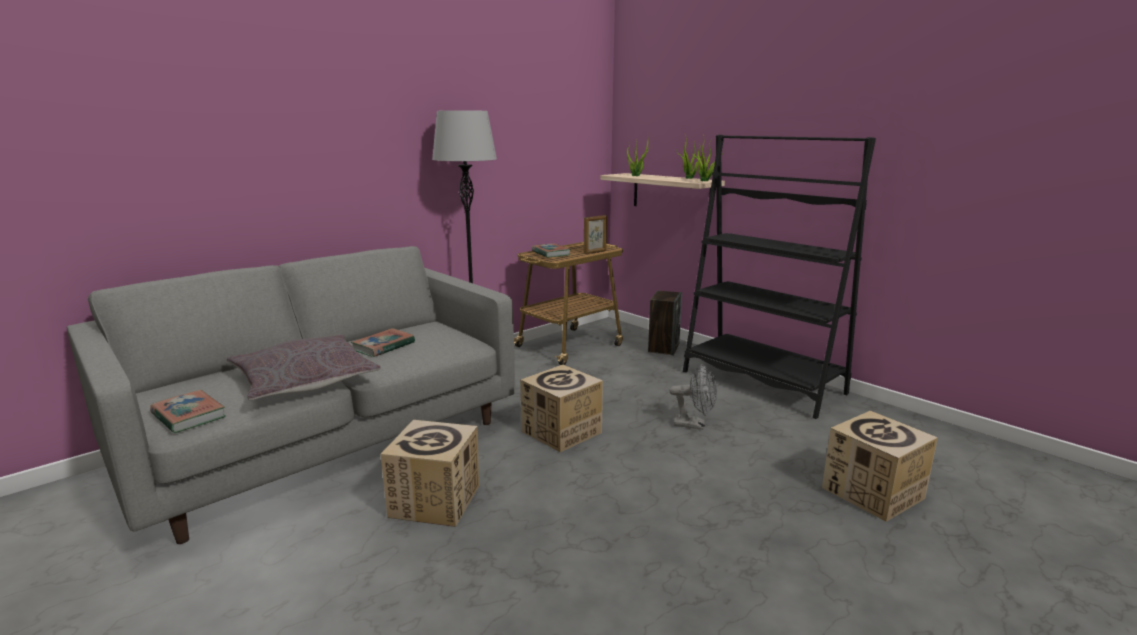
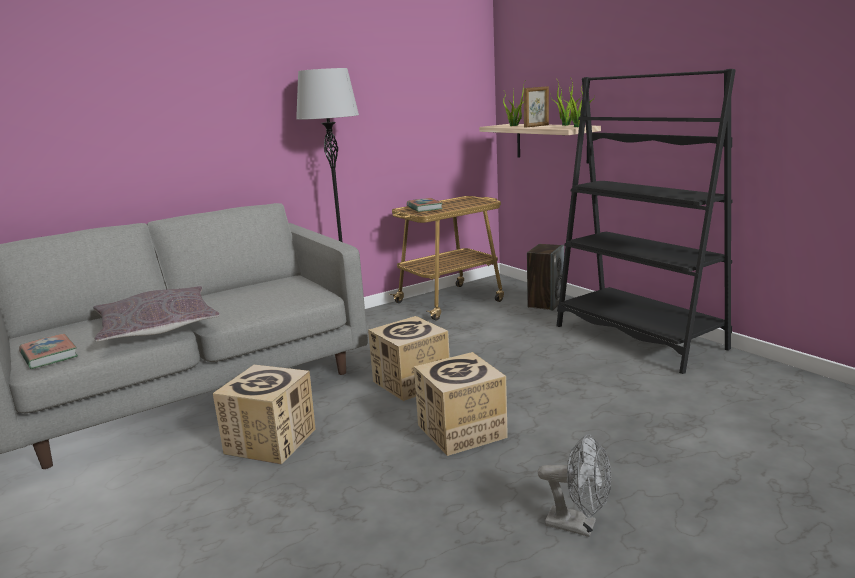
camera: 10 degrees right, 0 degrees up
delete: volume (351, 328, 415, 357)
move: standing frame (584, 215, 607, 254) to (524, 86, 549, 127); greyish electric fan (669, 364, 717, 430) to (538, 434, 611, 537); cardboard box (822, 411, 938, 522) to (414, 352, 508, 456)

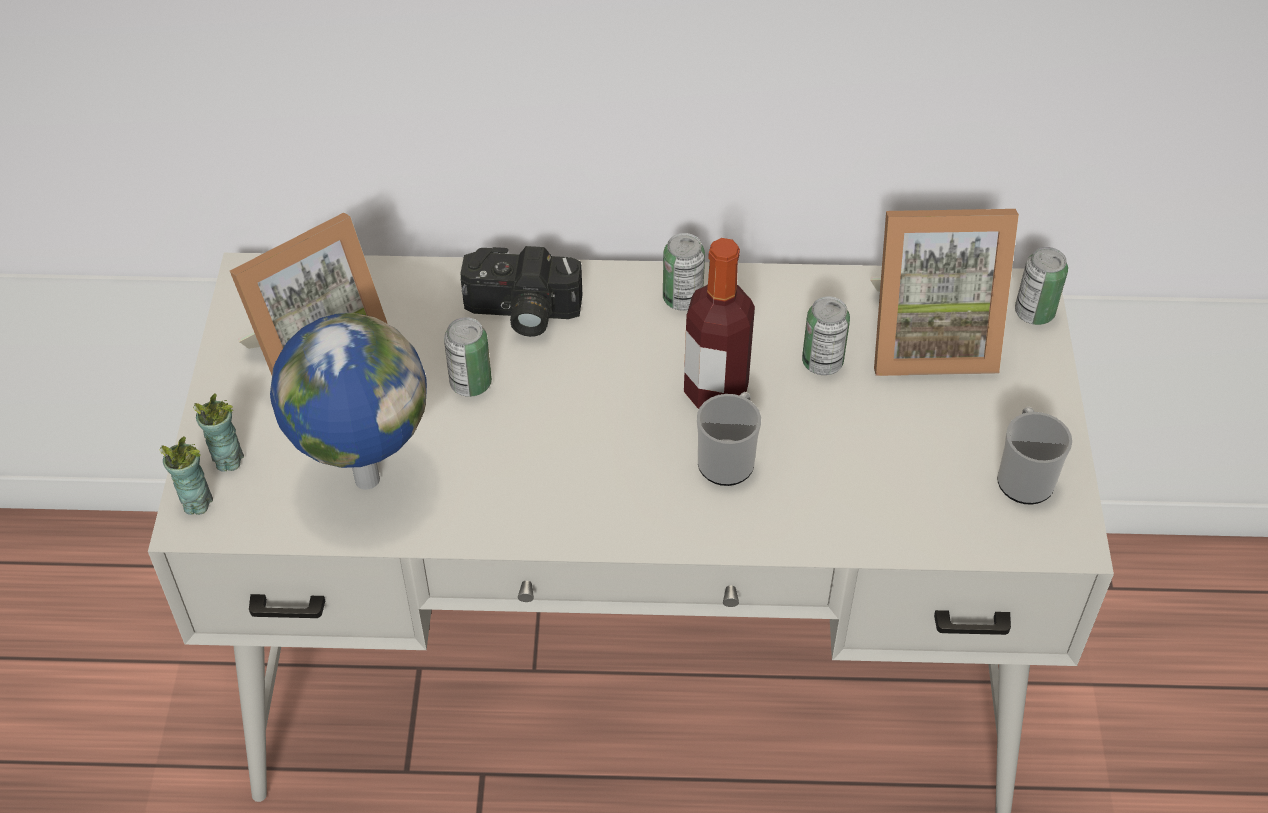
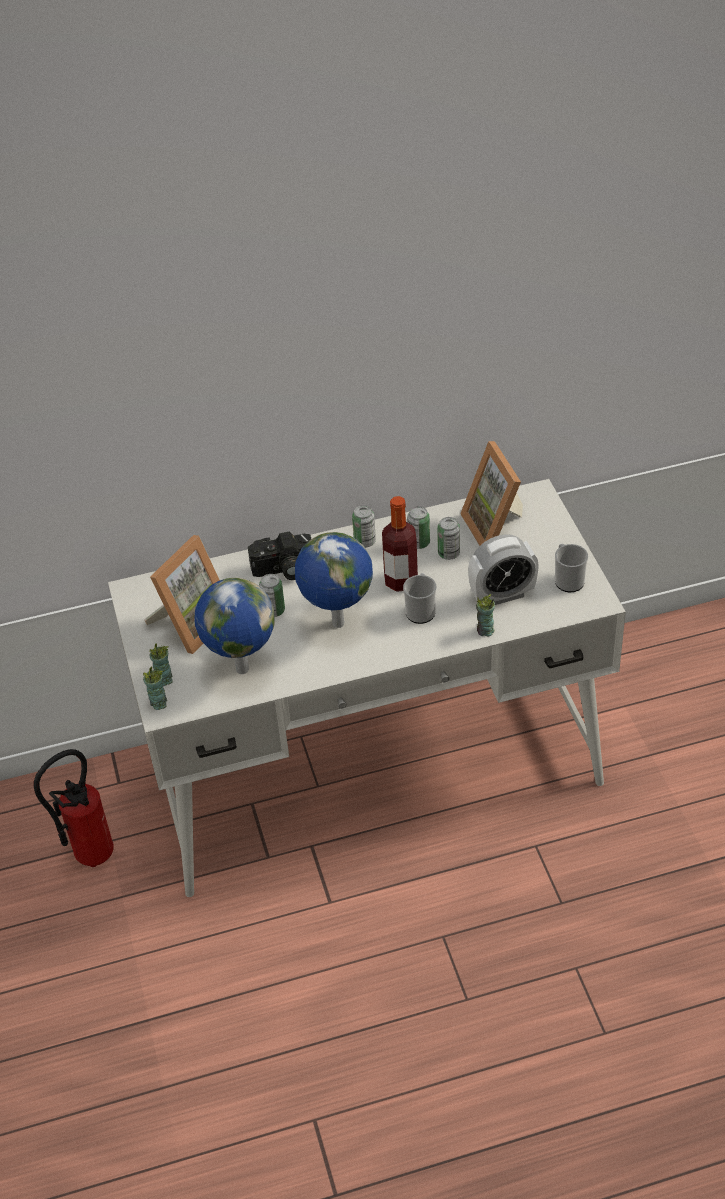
camera: 15 degrees left, 5 degrees down
insert: fire-fighting cylinder (34, 749, 114, 867); globe (295, 532, 373, 628); table clock (468, 534, 539, 605); small cup (476, 594, 495, 637)
move: sealed can (1015, 247, 1068, 325) to (407, 506, 430, 549)
rotate: standing frame (870, 209, 1019, 376) = (460, 441, 523, 546) 90 degrees clockwise

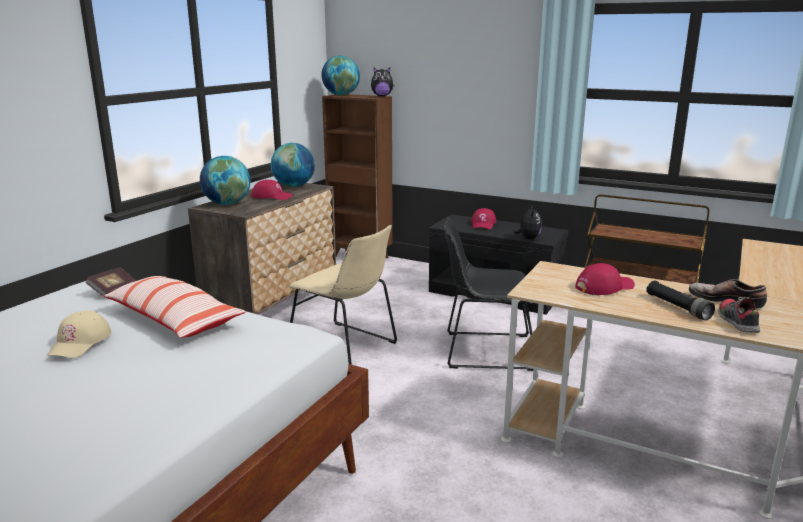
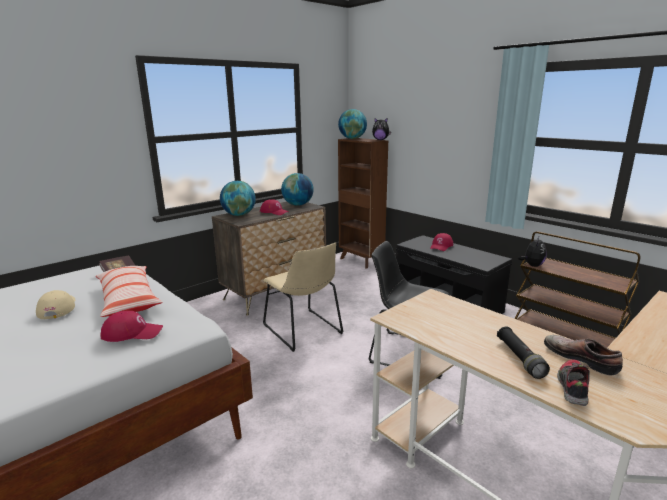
camera: 20 degrees right, 0 degrees up
move: cuddly toy (513, 207, 542, 239) to (517, 237, 547, 267); reddish baseball cap (575, 263, 635, 295) to (100, 311, 163, 342)
rotate: beige-coloured baseball cap (46, 311, 111, 358) = (36, 290, 75, 319) 135 degrees clockwise

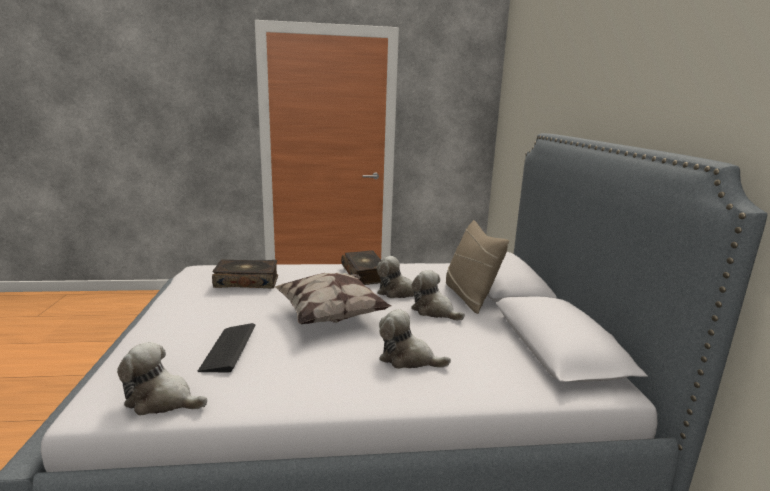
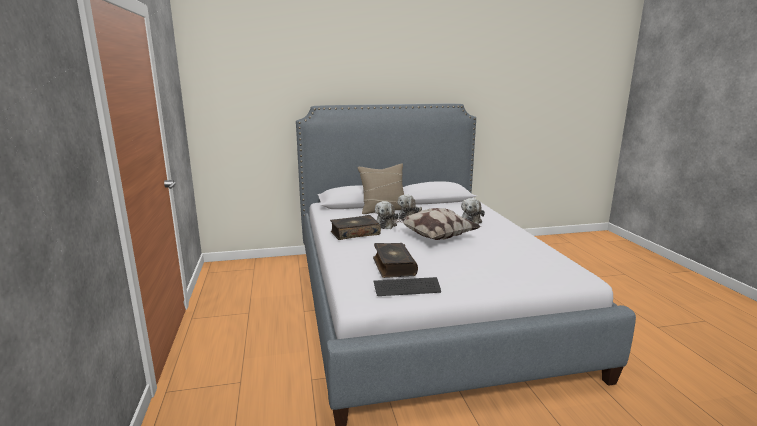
camera: 95 degrees left, 0 degrees up
delete: cuddly toy (117, 342, 207, 415)
move: computer keyboard (198, 323, 256, 373) to (373, 277, 441, 296)

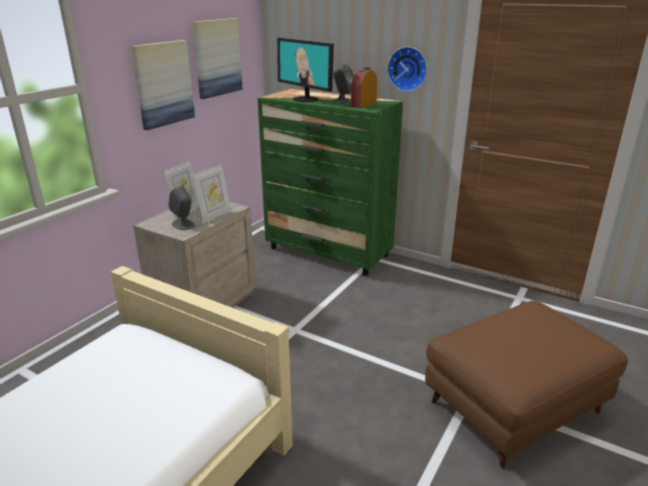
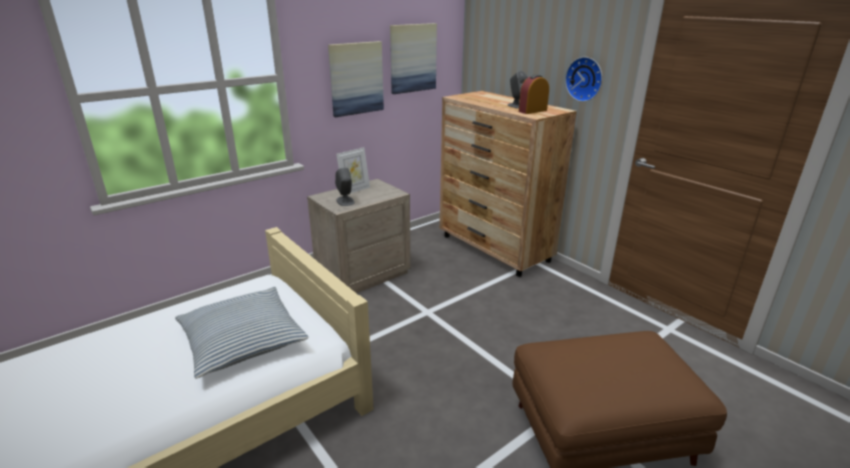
camera: 20 degrees right, 0 degrees up
delete: standing frame (192, 165, 231, 223); monitor (277, 38, 334, 102)
insert: throw pillow (175, 287, 308, 378)
recolor: green drawer chest (258, 89, 403, 276) to brownish drawer chest (440, 91, 577, 277)

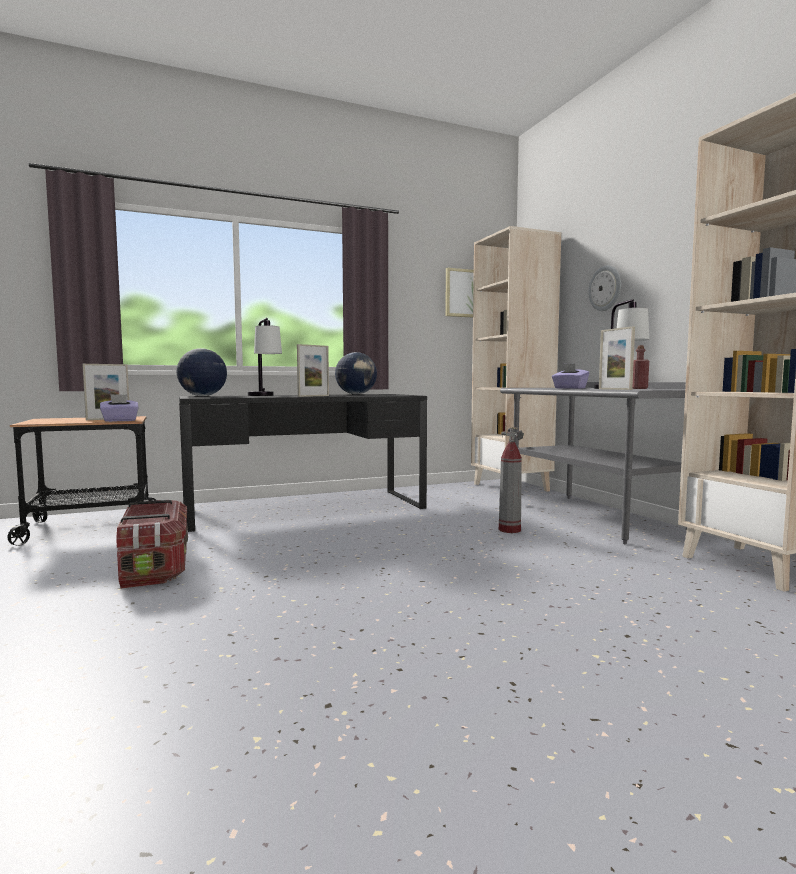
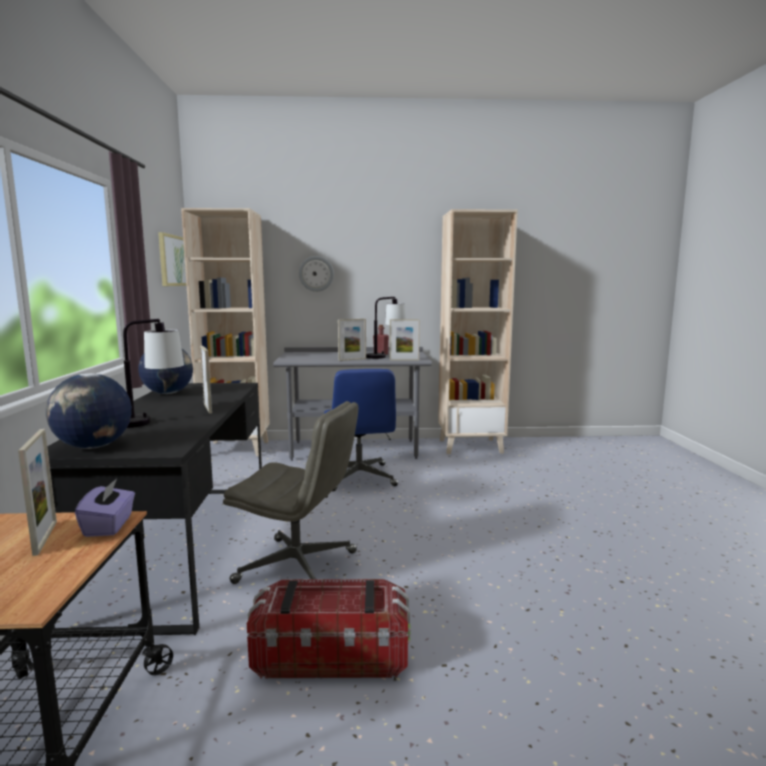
camera: 70 degrees left, 5 degrees up
insert: greyish office chair (223, 401, 358, 584)
replace: fire-fighting cylinder (499, 427, 524, 533) to blue-coloured office chair (324, 369, 398, 491); purple-coloured box of tissues (552, 363, 590, 389) to standing frame (338, 319, 366, 361)

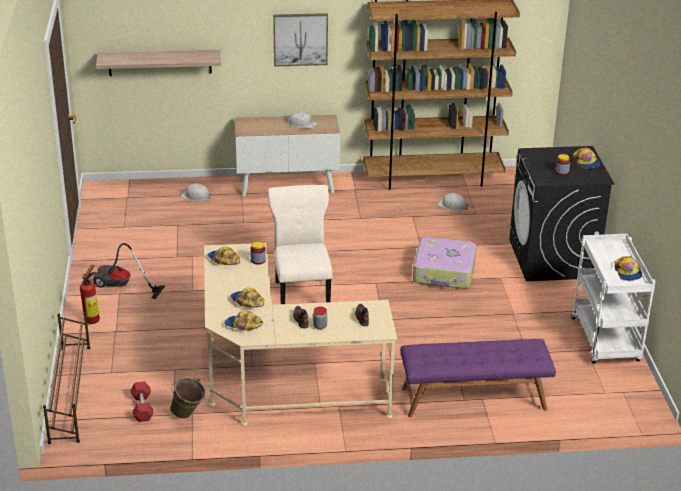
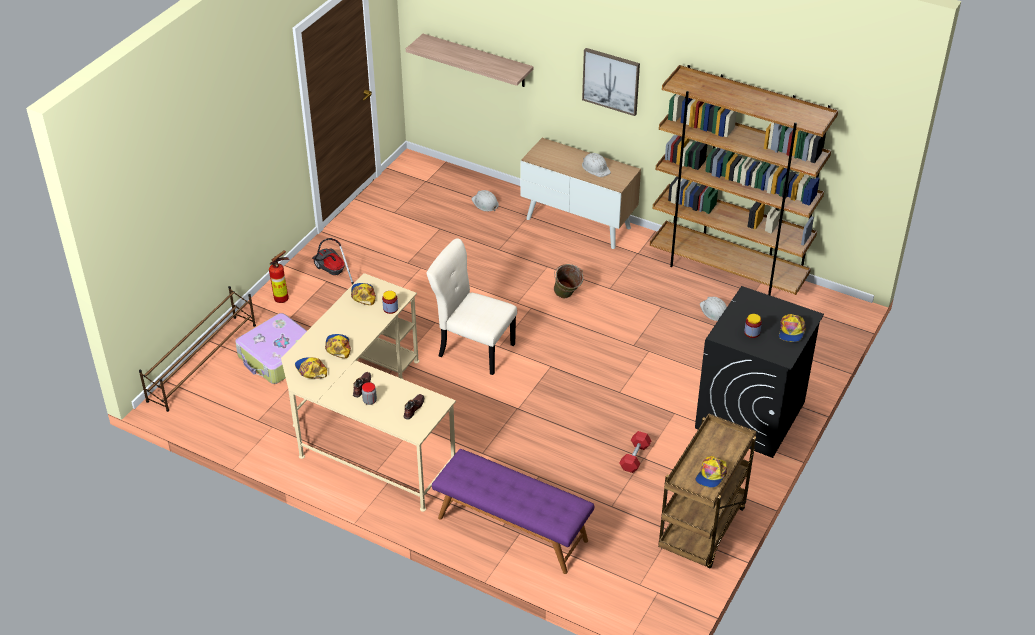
camera: 35 degrees right, 10 degrees up
move: reddish hand weight (131, 381, 153, 422) to (620, 431, 651, 473); green water bucket (170, 377, 206, 419) to (554, 264, 583, 298); piece of luggage (413, 237, 477, 289) to (235, 313, 307, 384)
recolor: whitish trolley (571, 234, 655, 364) to brownish trolley (658, 413, 757, 569)
rotate: beige-coloured plain chair (268, 185, 333, 304) = (426, 239, 517, 375) 90 degrees counterclockwise

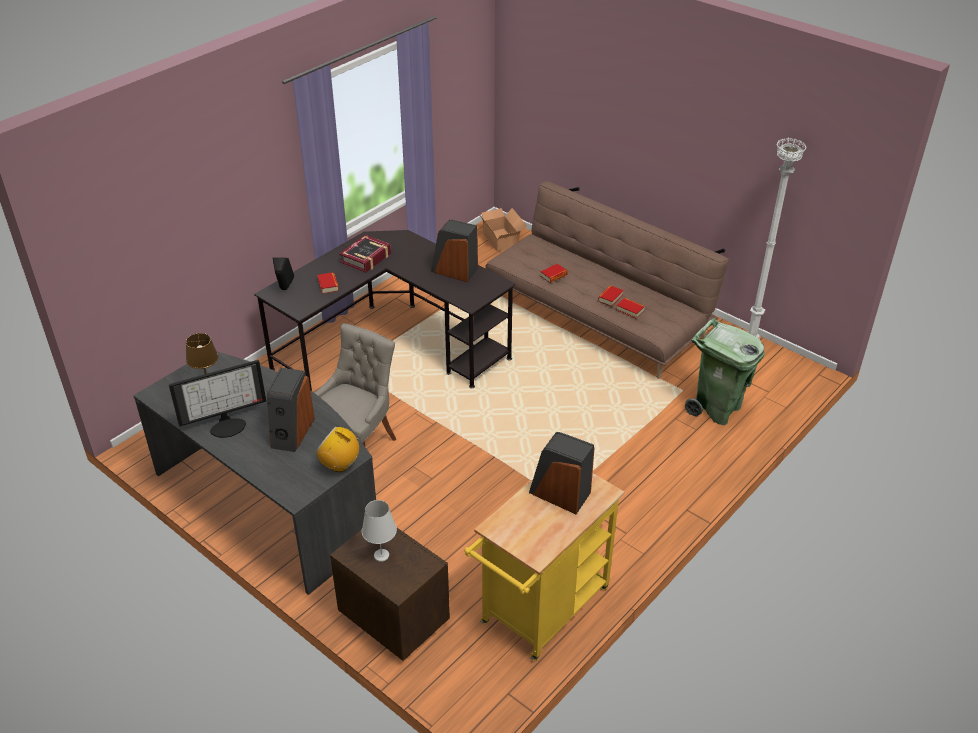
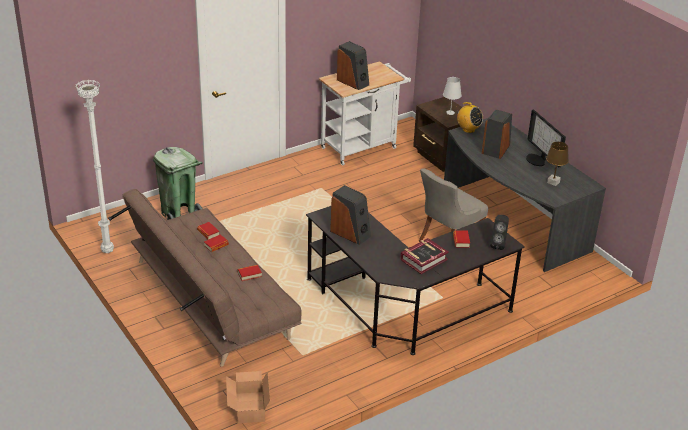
camera: 165 degrees left, 5 degrees down
recolor: yellow-coloured trolley (464, 473, 625, 661) to whitish trolley (319, 61, 411, 166)
rotate: monitor (169, 360, 266, 438) = (526, 109, 566, 167) 105 degrees counterclockwise

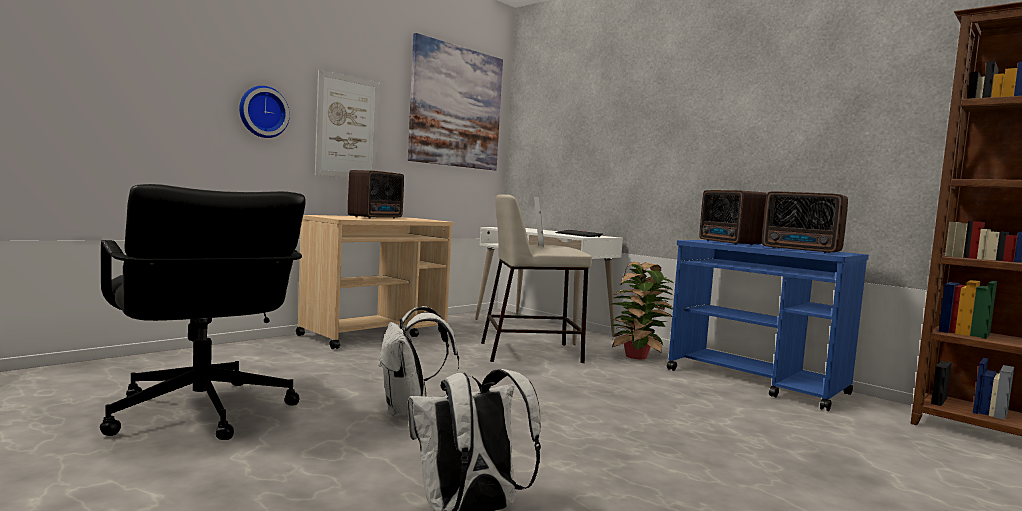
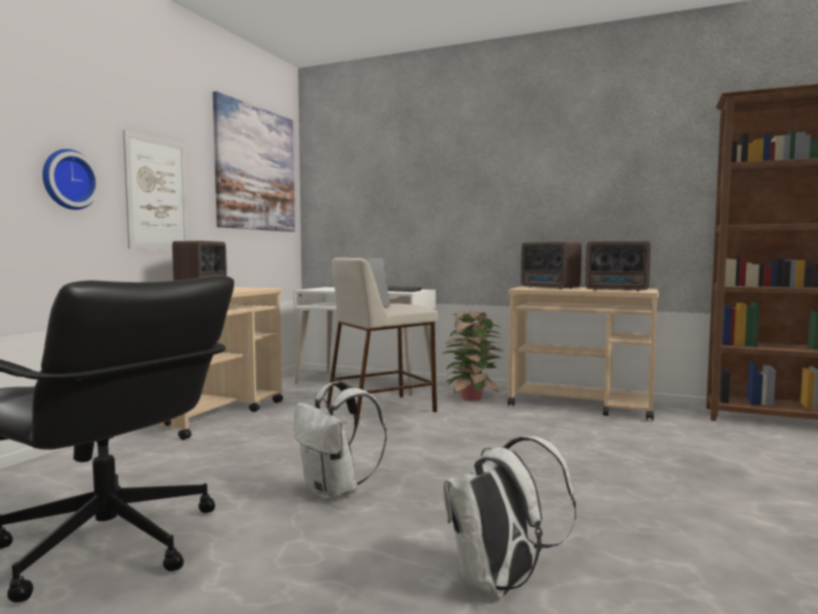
camera: 20 degrees left, 0 degrees up
recolor: blue-coloured trolley (667, 240, 869, 411) to beige-coloured trolley (508, 286, 659, 421)

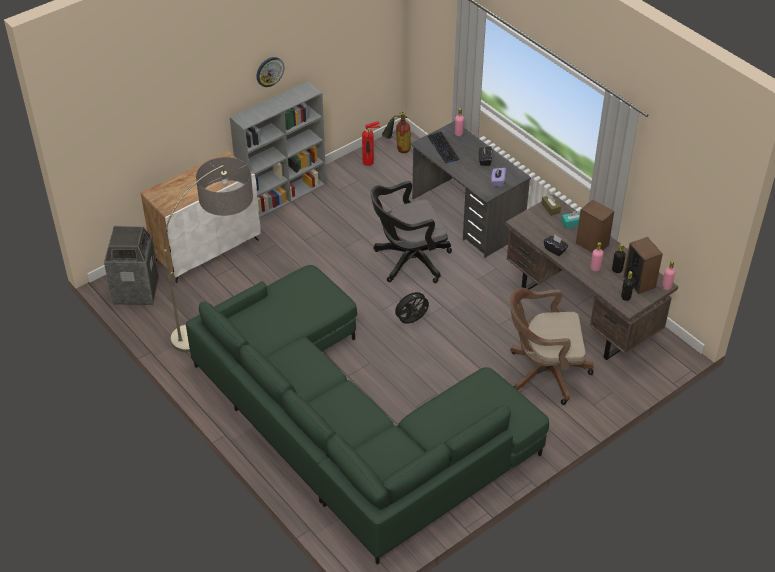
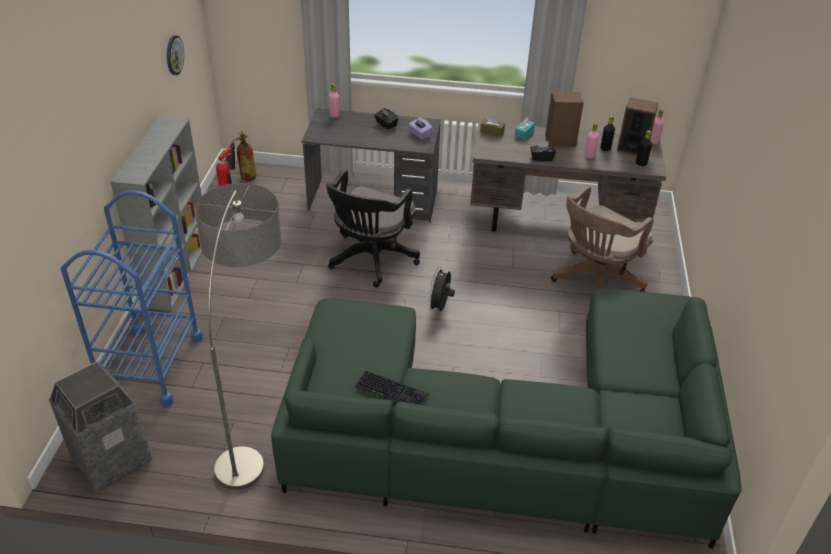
camera: 45 degrees left, 5 degrees down
move: hanging clock (256, 57, 284, 87) to (167, 35, 184, 75); computer keyboard (427, 132, 459, 163) to (355, 370, 429, 405)
replace: whitish cupboard (141, 151, 261, 283) to blue-coloured trolley (61, 190, 203, 406)

